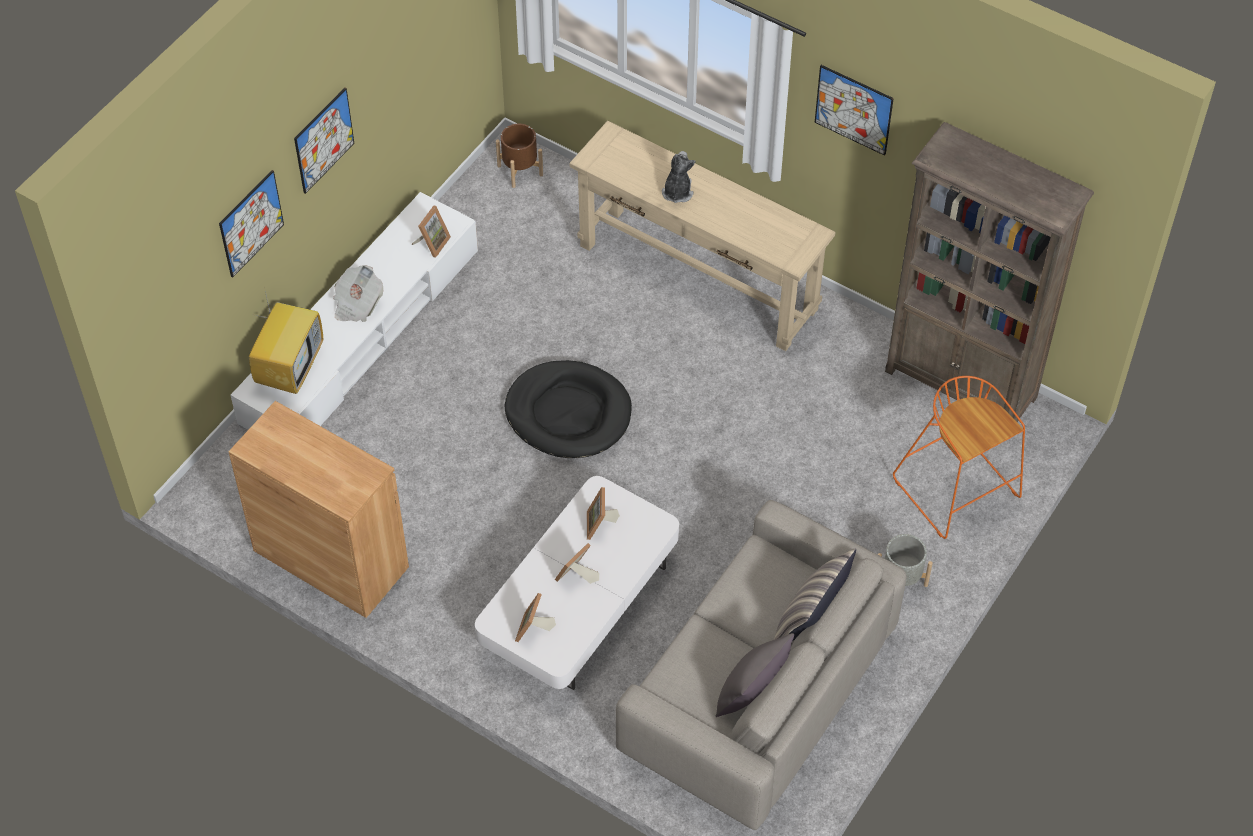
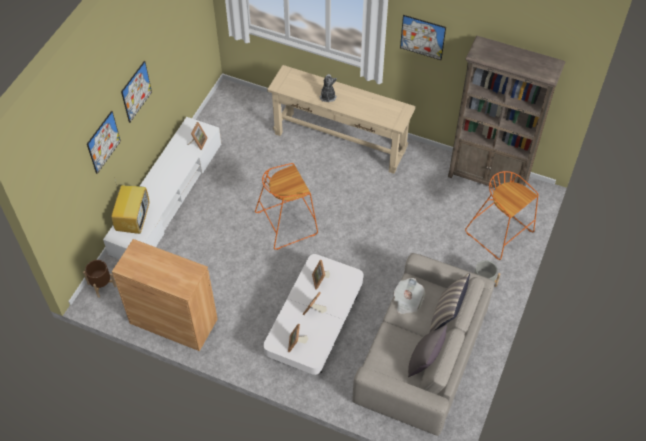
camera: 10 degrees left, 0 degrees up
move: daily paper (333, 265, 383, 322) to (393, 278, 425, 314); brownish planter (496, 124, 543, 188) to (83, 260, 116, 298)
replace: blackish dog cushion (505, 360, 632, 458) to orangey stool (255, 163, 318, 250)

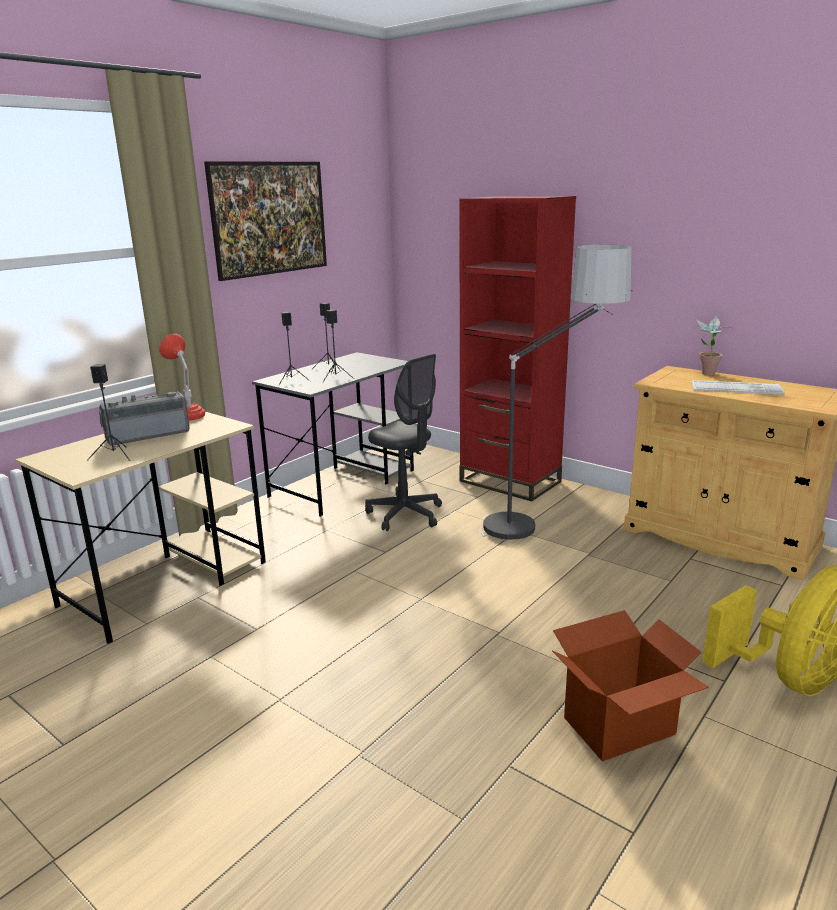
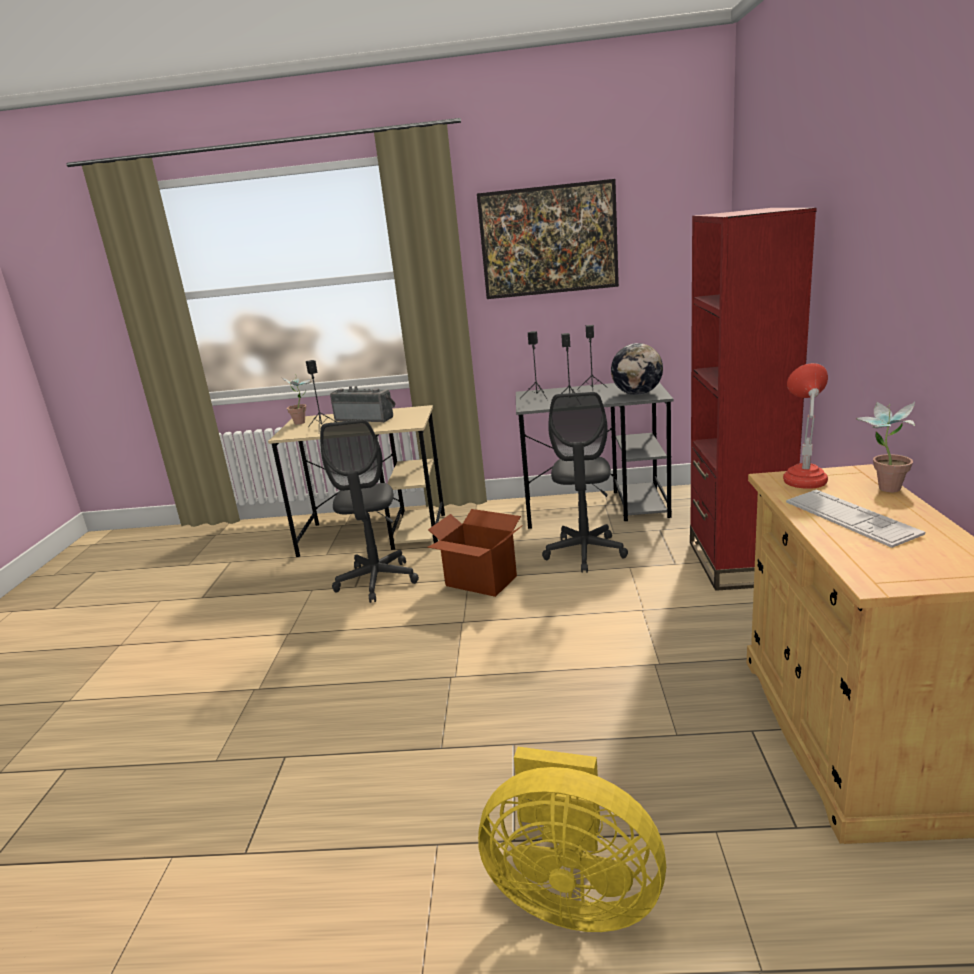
camera: 55 degrees right, 0 degrees up
delete: standard lamp (479, 245, 633, 541)
insert: houseplant (281, 377, 312, 425); greyish office chair (320, 420, 419, 603); globe (611, 343, 663, 395)
move: reddish tabletop lamp (159, 334, 205, 421) to (783, 363, 828, 489); cardboard box (552, 610, 709, 761) to (427, 509, 523, 597)

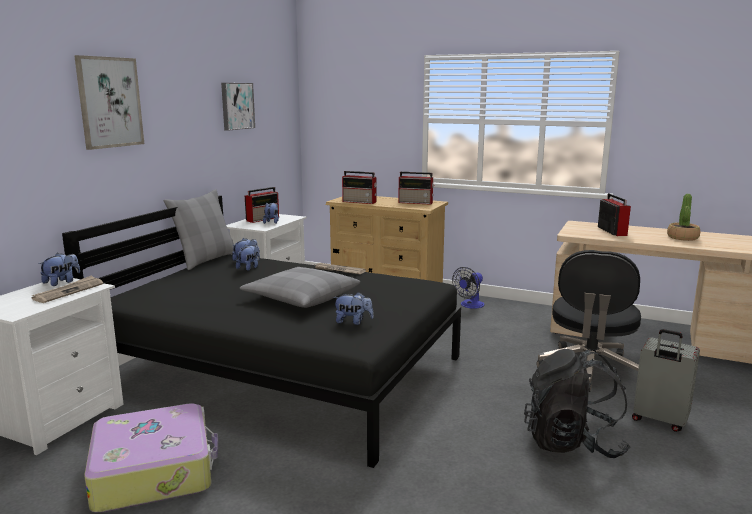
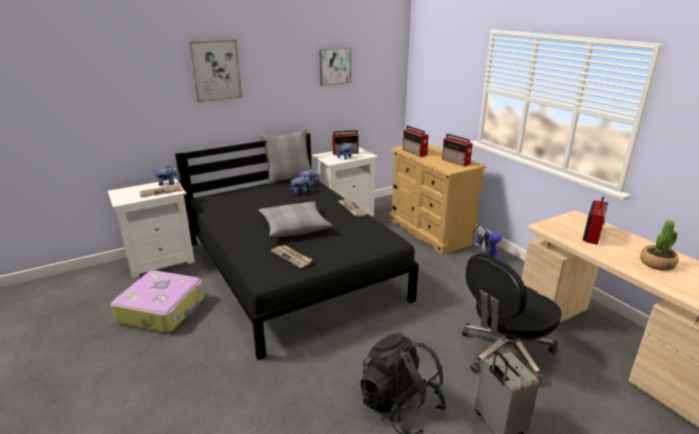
camera: 35 degrees right, 10 degrees up
replace: cuddly toy (333, 292, 374, 325) to daily paper (271, 245, 312, 268)

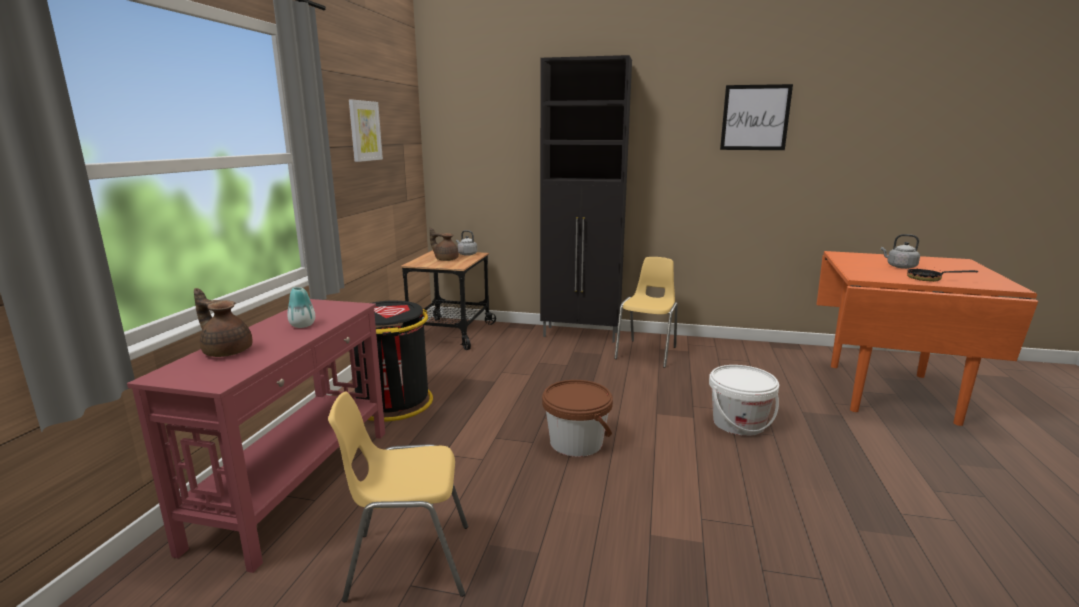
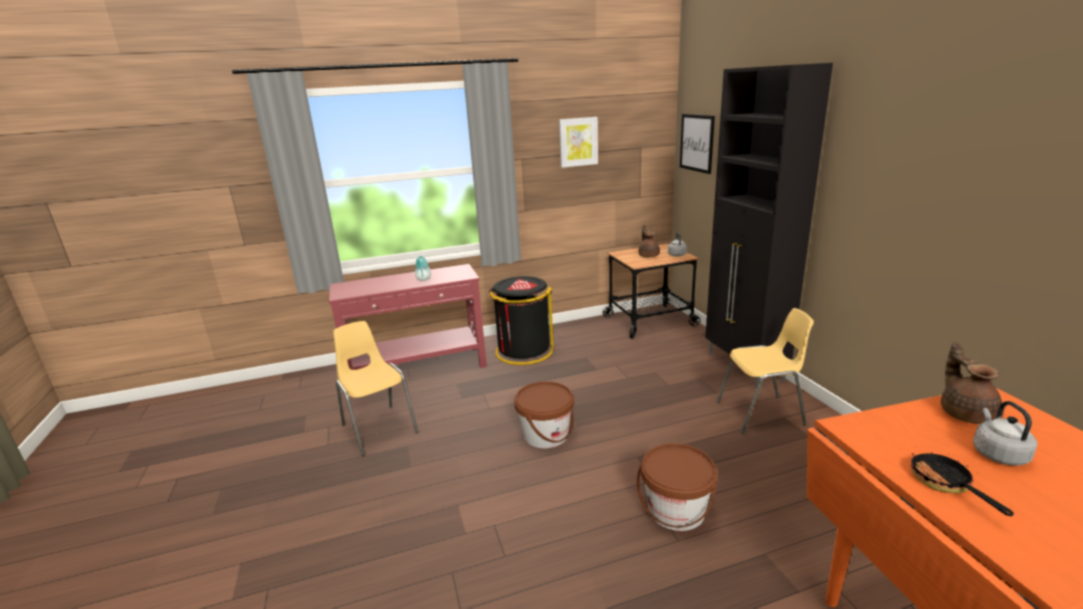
camera: 60 degrees right, 5 degrees up
move: brownish teapot (194, 288, 253, 357) to (941, 341, 1002, 424); wall picture (720, 84, 793, 150) to (680, 114, 715, 174)
recolor: whitish water bucket (709, 365, 779, 436) to brownish water bucket (637, 443, 717, 531)

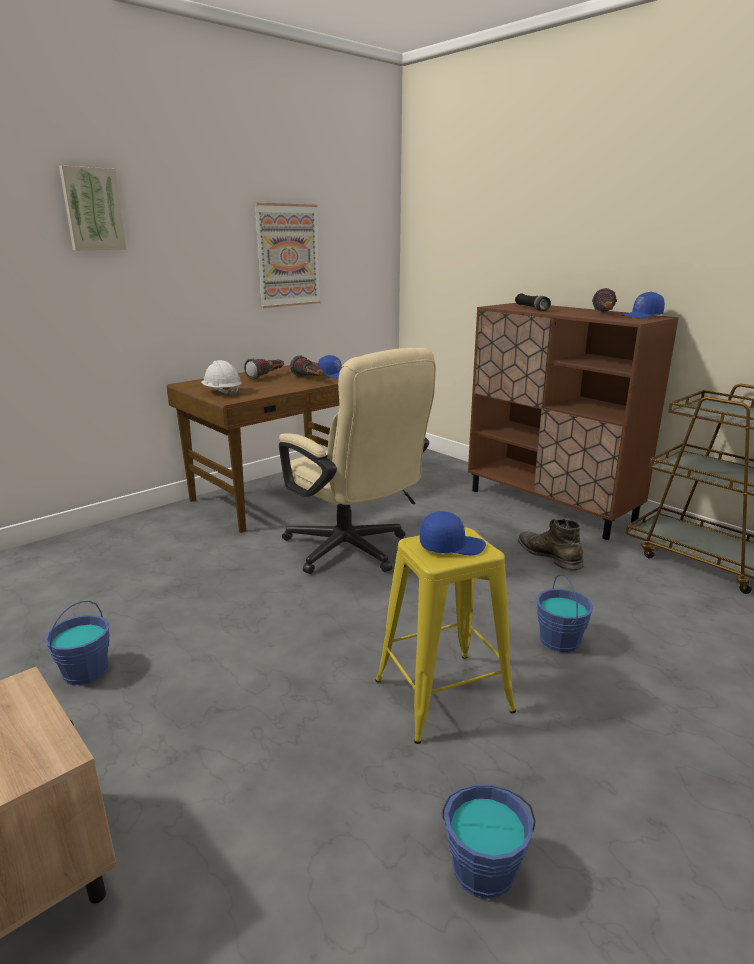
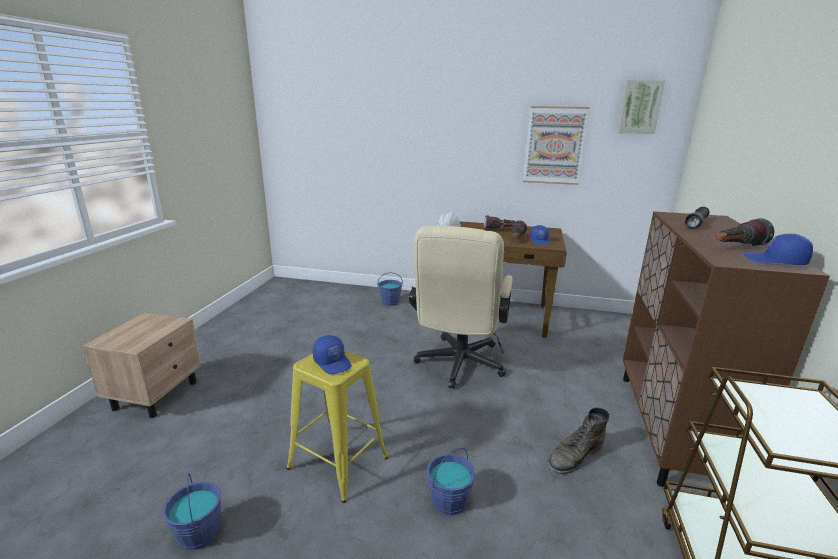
camera: 55 degrees right, 0 degrees up
move: blue-coloured water bucket (44, 601, 110, 685) to (378, 272, 403, 306); wall picture (59, 165, 127, 250) to (618, 80, 665, 134)
rotate: green tall boot (518, 519, 584, 570) = (547, 408, 610, 474) 150 degrees counterclockwise

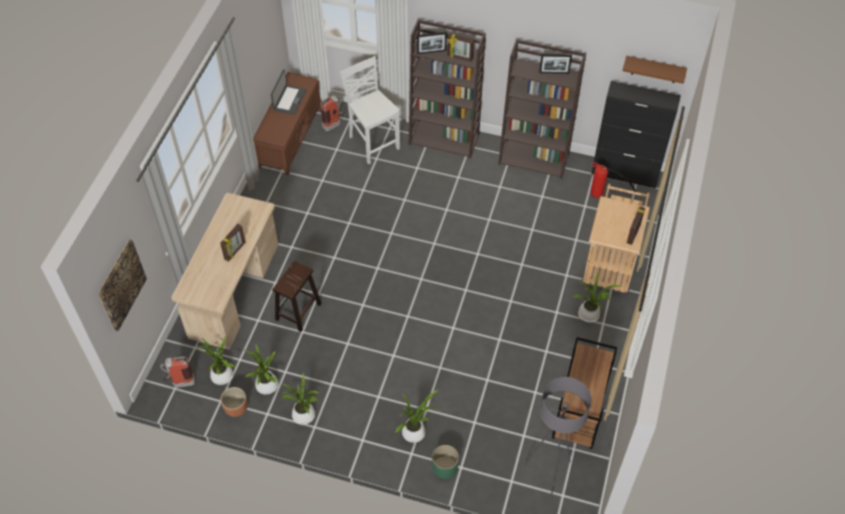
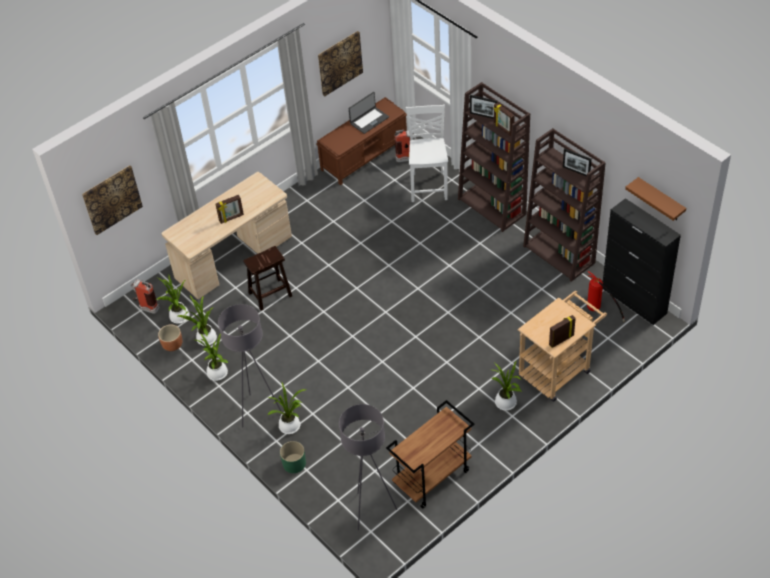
camera: 35 degrees right, 5 degrees down
insert: greyish standard lamp (218, 304, 281, 428); wall picture (318, 31, 363, 96)

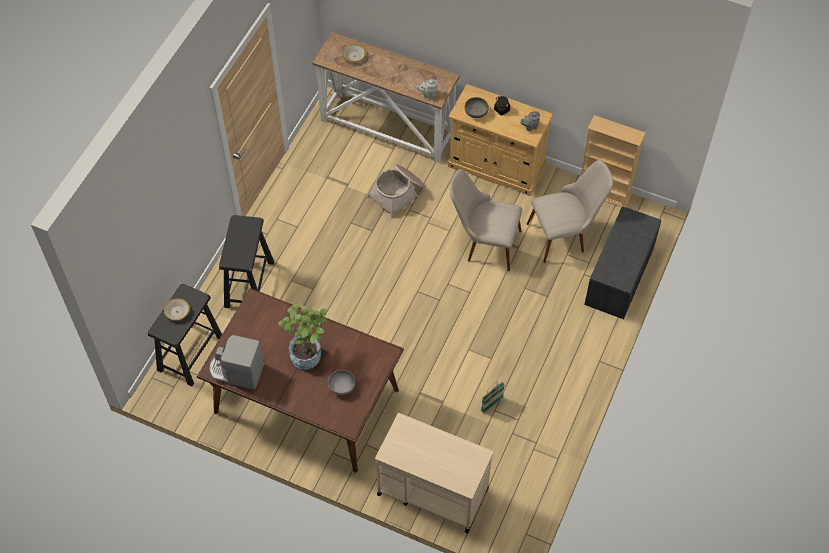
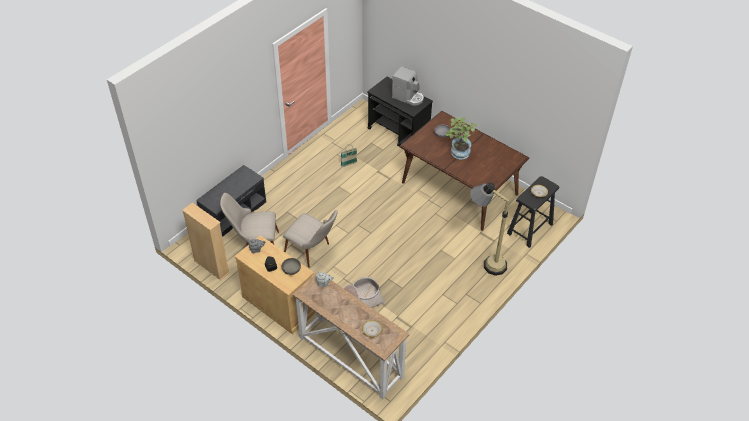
camera: 165 degrees left, 10 degrees down
move: coffee maker (209, 335, 264, 390) to (392, 66, 424, 106)
replace: blackish stool (219, 215, 274, 308) to standard lamp (470, 182, 509, 276)
recolor: beige-coloured trolley (375, 413, 493, 533) to blackish trolley (368, 77, 433, 146)

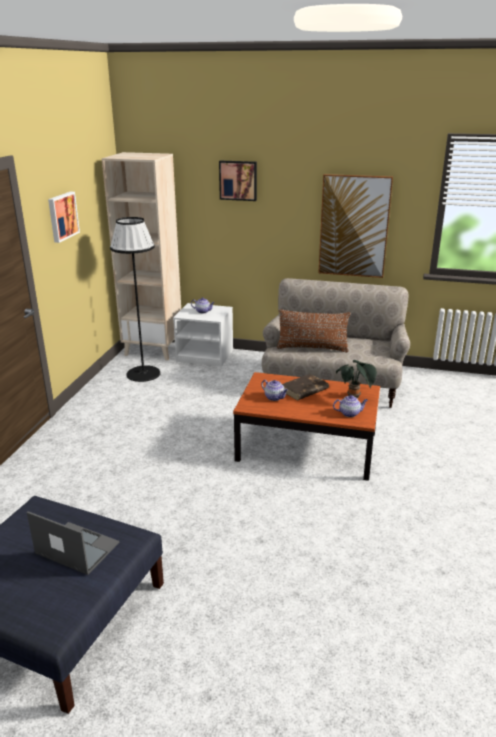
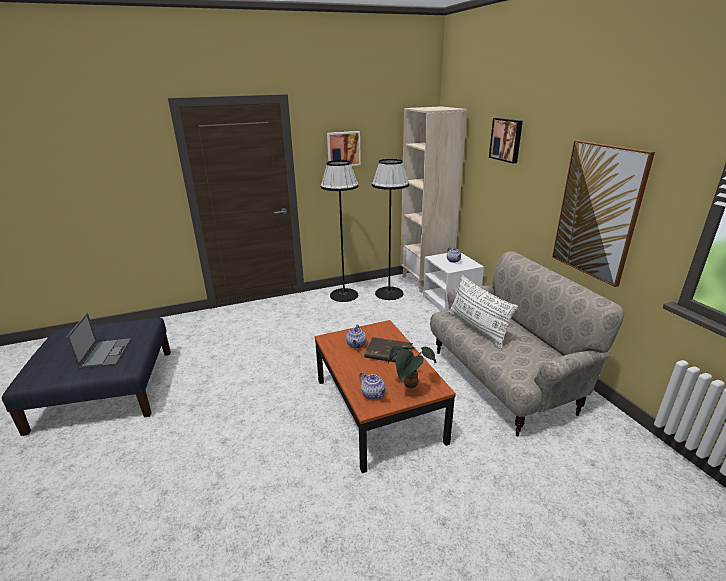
camera: 55 degrees right, 0 degrees up
insert: blackish standard lamp (321, 160, 359, 302)
recolor: brownish throw pillow (277, 309, 351, 352) to whitish throw pillow (448, 275, 518, 349)

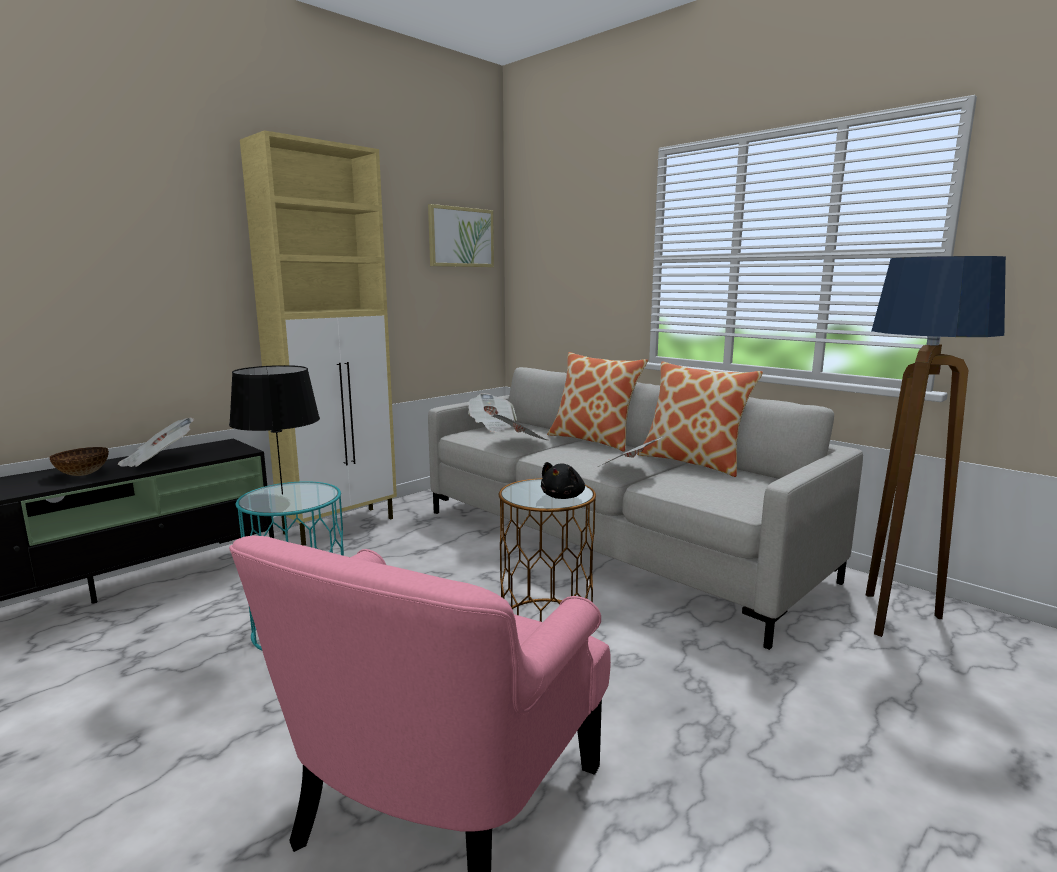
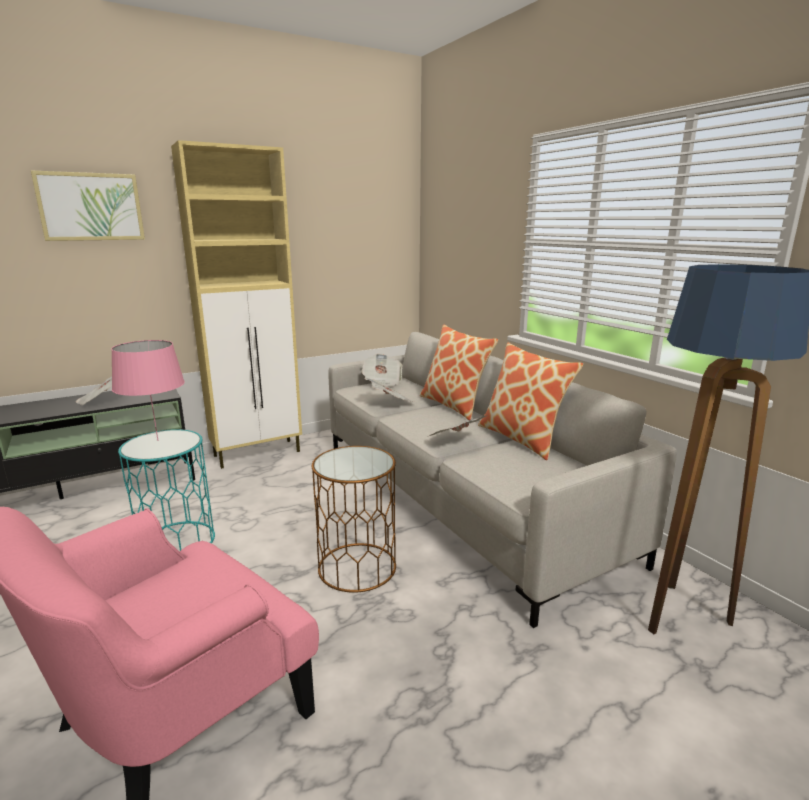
camera: 15 degrees right, 5 degrees up
delete: serving bowl (49, 447, 109, 476); blackish cuddly toy (541, 462, 585, 499)
move: wall picture (428, 204, 494, 267) to (31, 170, 145, 241)
recolor: blackish tabletop lamp (229, 365, 320, 494) to pinkish tabletop lamp (111, 340, 185, 441)

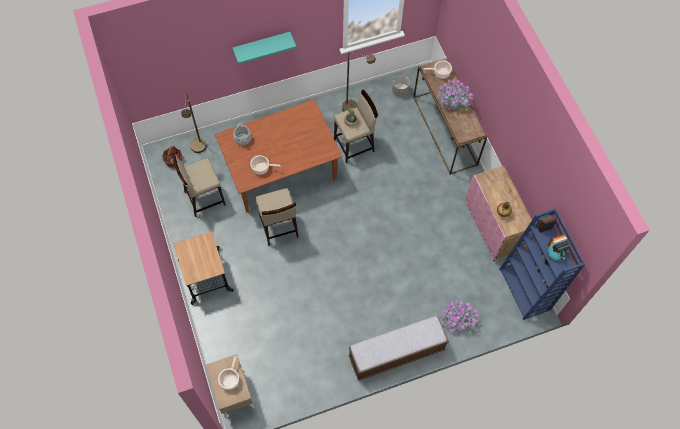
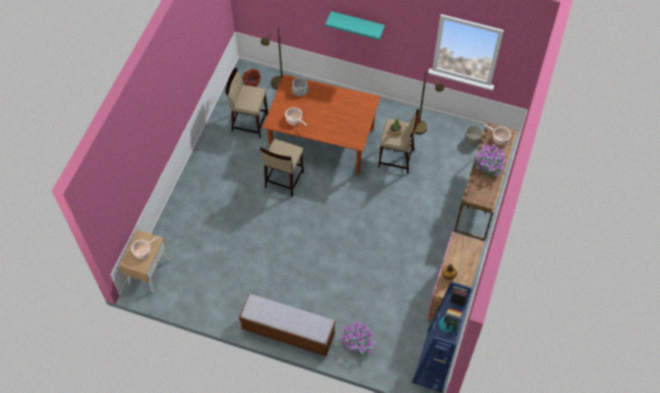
camera: 40 degrees right, 5 degrees down
delete: trolley (174, 231, 233, 305)

